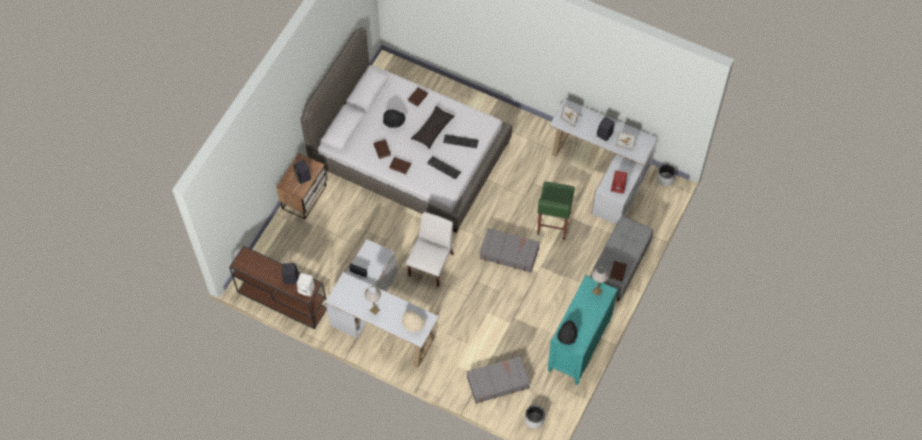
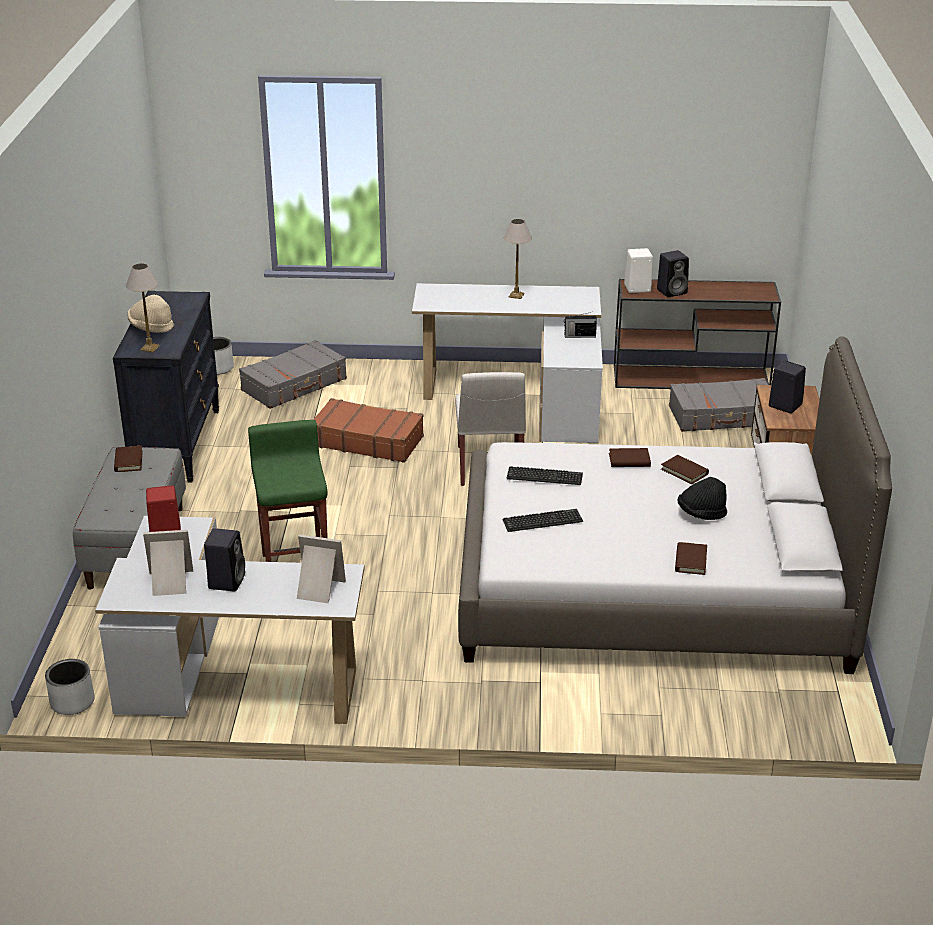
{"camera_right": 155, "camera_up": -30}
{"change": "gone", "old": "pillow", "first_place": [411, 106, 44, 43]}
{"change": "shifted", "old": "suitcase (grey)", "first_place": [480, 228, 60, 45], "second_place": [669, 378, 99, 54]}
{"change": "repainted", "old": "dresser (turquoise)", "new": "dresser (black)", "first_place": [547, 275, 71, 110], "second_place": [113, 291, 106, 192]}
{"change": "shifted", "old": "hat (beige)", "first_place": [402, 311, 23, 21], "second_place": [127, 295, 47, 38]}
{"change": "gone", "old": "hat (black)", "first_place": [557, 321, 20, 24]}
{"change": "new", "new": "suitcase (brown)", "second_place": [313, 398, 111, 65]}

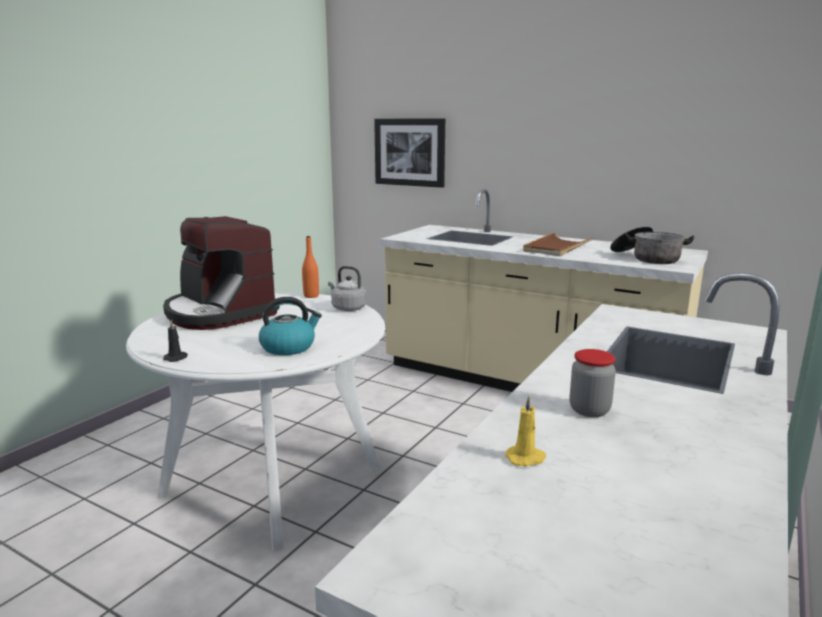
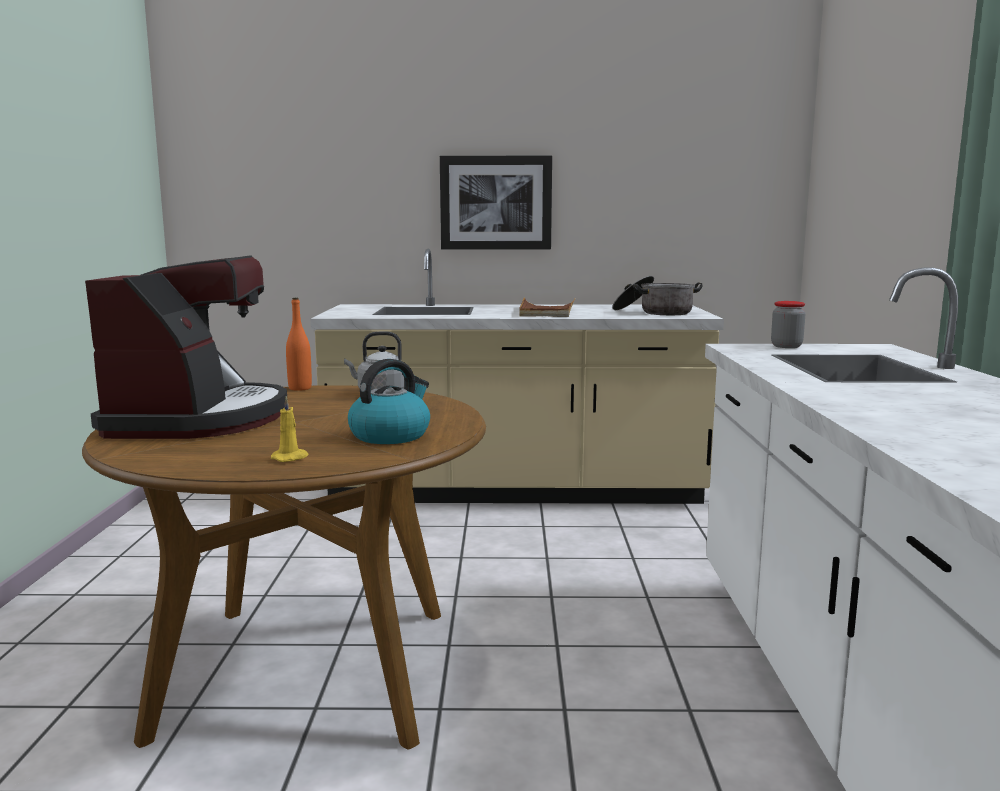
{"camera_right": -30, "camera_up": -5}
{"change": "shifted", "old": "picture", "first_place": [374, 118, 71, 70], "second_place": [440, 156, 112, 93]}
{"change": "rotated", "old": "coffee machine", "first_place": [163, 216, 117, 114], "second_place": [85, 255, 202, 184], "degrees": -105}
{"change": "repainted", "old": "dining table (white)", "new": "dining table (brown)", "first_place": [126, 292, 259, 259], "second_place": [82, 385, 404, 365]}
{"change": "gone", "old": "candle (black)", "first_place": [163, 320, 25, 42]}
{"change": "shifted", "old": "jar", "first_place": [570, 349, 46, 68], "second_place": [771, 301, 35, 47]}
{"change": "shifted", "old": "candle (yellow)", "first_place": [505, 396, 41, 71], "second_place": [271, 396, 38, 66]}

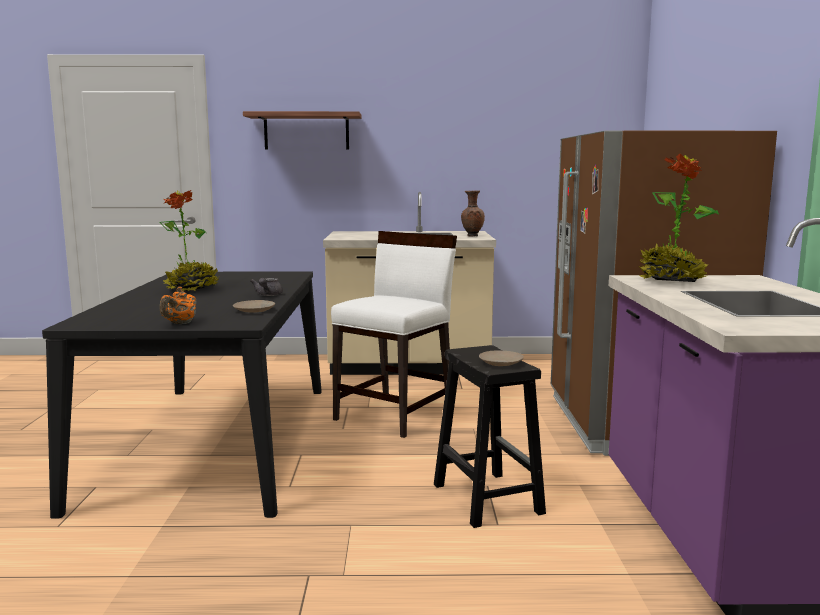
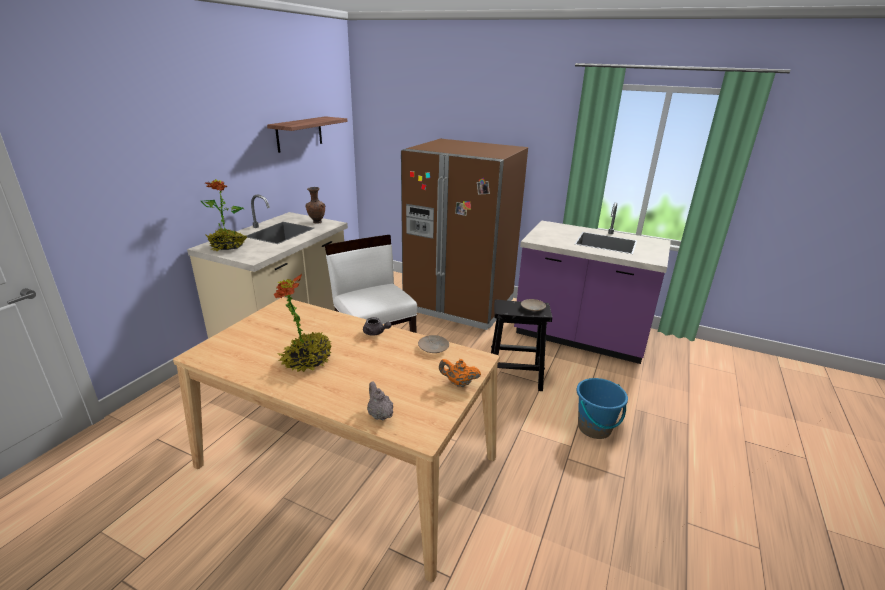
{"camera_right": -65, "camera_up": 15}
{"change": "shifted", "old": "shelf", "first_place": [243, 111, 119, 38], "second_place": [267, 116, 80, 37]}
{"change": "shifted", "old": "potted plant", "first_place": [639, 154, 80, 128], "second_place": [200, 179, 47, 73]}
{"change": "repainted", "old": "dining table (black)", "new": "dining table (beige)", "first_place": [42, 272, 280, 247], "second_place": [173, 297, 327, 285]}
{"change": "rotated", "old": "teapot (orange)", "first_place": [160, 287, 37, 37], "second_place": [439, 359, 42, 28], "degrees": 150}
{"change": "new", "new": "bucket (blue)", "second_place": [577, 378, 51, 61]}
{"change": "new", "new": "teapot (grey)", "second_place": [367, 381, 26, 39]}

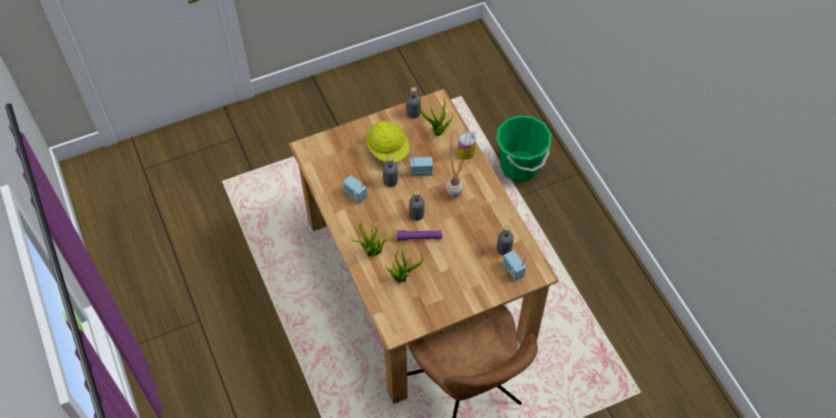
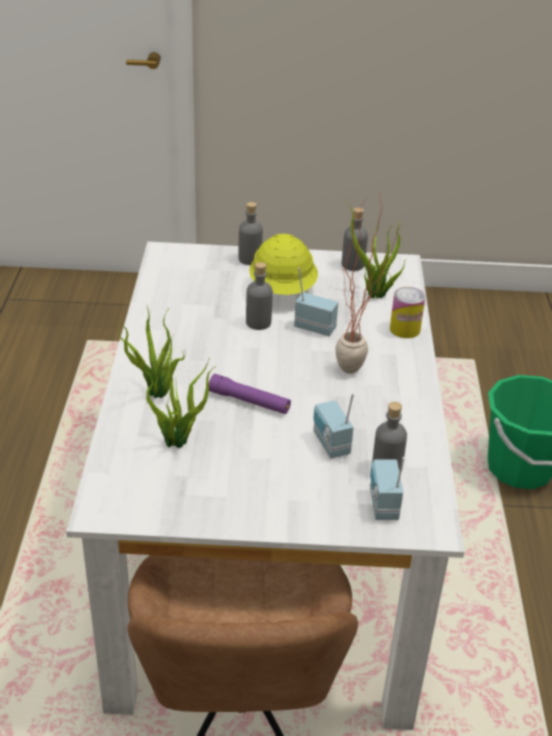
{"camera_right": 25, "camera_up": -20}
{"change": "repainted", "old": "dining table (brown)", "new": "dining table (white)", "first_place": [289, 89, 270, 315], "second_place": [66, 242, 398, 488]}
{"change": "shifted", "old": "radio", "first_place": [343, 175, 24, 28], "second_place": [313, 393, 41, 65]}
{"change": "shifted", "old": "bottle (grey)", "first_place": [409, 190, 15, 31], "second_place": [239, 202, 24, 63]}

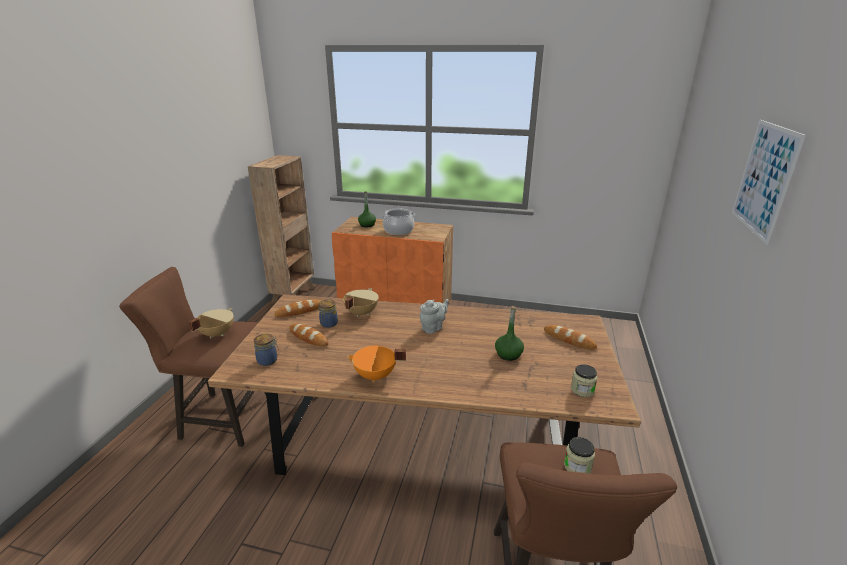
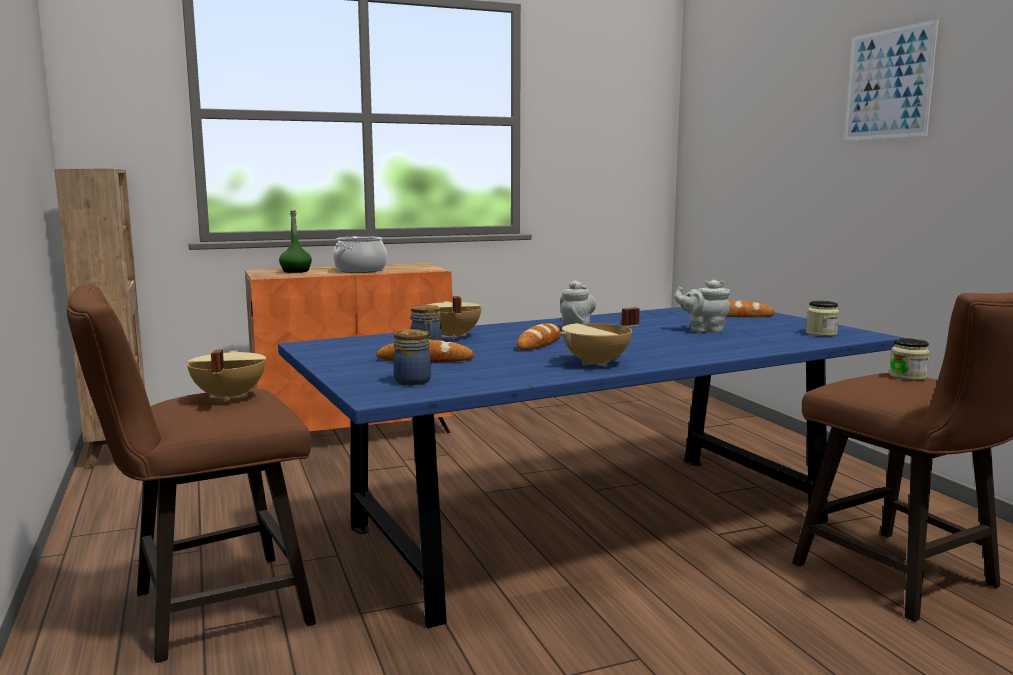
{"camera_right": -35, "camera_up": -15}
{"change": "repainted", "old": "dining table (brown)", "new": "dining table (blue)", "first_place": [208, 295, 433, 180], "second_place": [278, 307, 625, 322]}
{"change": "shifted", "old": "bread", "first_place": [274, 299, 47, 18], "second_place": [517, 323, 44, 27]}
{"change": "swapped", "old": "bottle (green)", "new": "teapot (grey)", "first_place": [495, 306, 29, 55], "second_place": [674, 280, 57, 53]}
{"change": "repainted", "old": "cooking pot (orange)", "new": "cooking pot (beige)", "first_place": [347, 345, 59, 37], "second_place": [560, 307, 80, 60]}

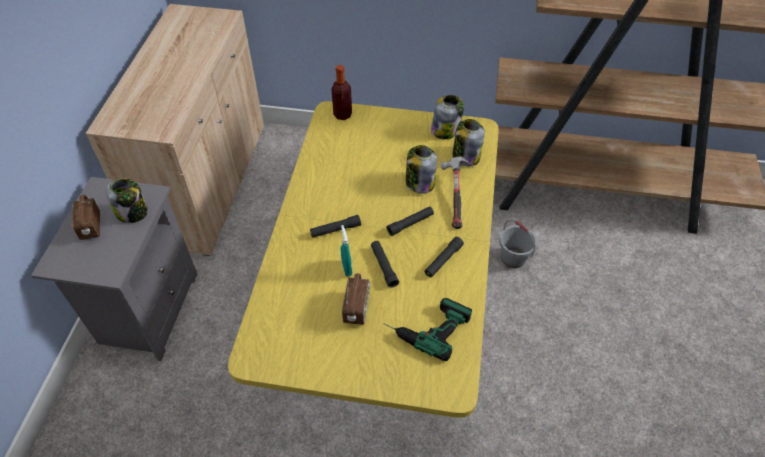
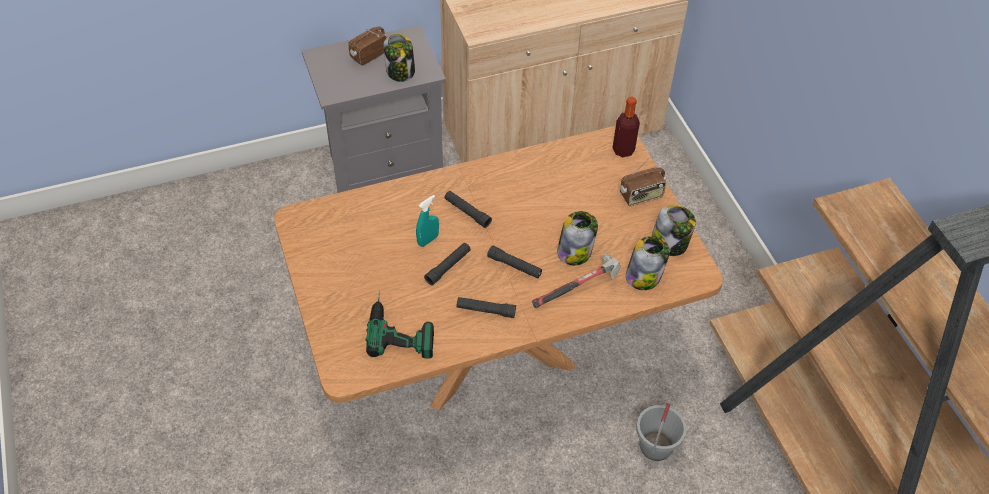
{"camera_right": 60, "camera_up": 0}
{"change": "repainted", "old": "dining table (yellow)", "new": "dining table (brown)", "first_place": [228, 101, 271, 317], "second_place": [274, 126, 449, 284]}
{"change": "shifted", "old": "radio", "first_place": [342, 273, 28, 52], "second_place": [620, 157, 46, 49]}

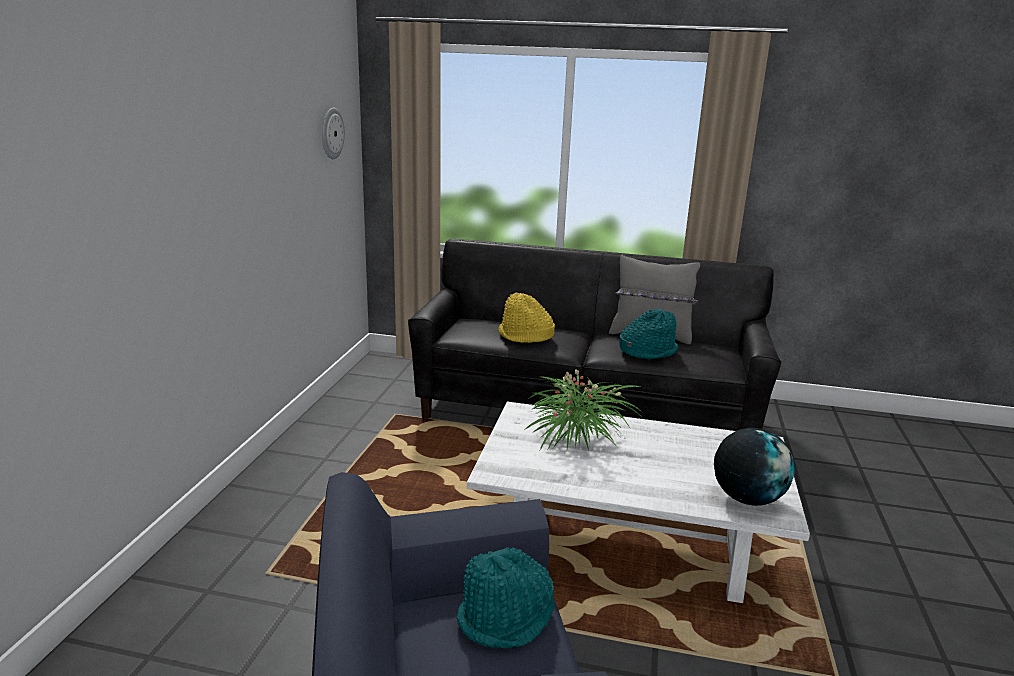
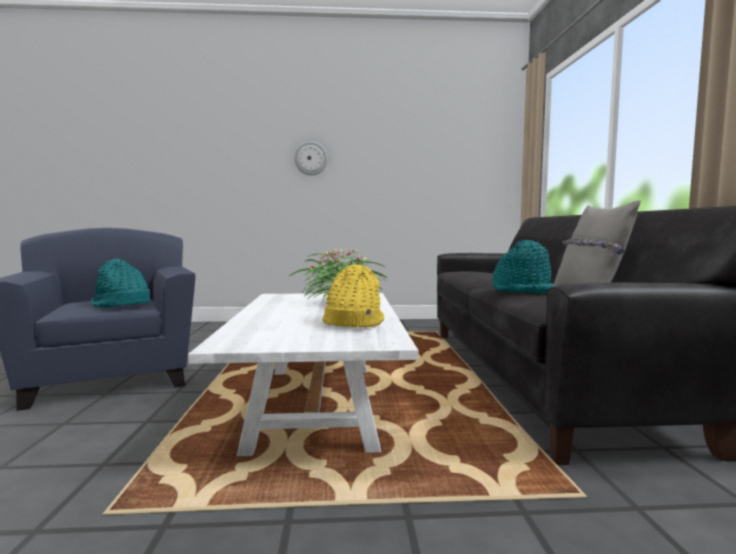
{"camera_right": 75, "camera_up": -15}
{"change": "shifted", "old": "wall clock", "first_place": [322, 108, 23, 51], "second_place": [294, 141, 34, 34]}
{"change": "shifted", "old": "hat (yellow)", "first_place": [498, 293, 57, 50], "second_place": [322, 264, 62, 63]}
{"change": "gone", "old": "globe", "first_place": [714, 428, 81, 78]}

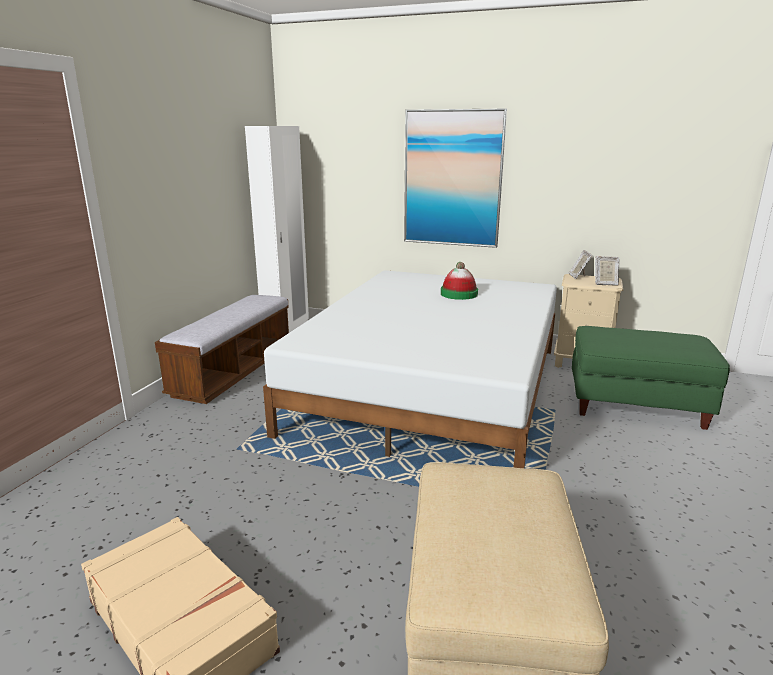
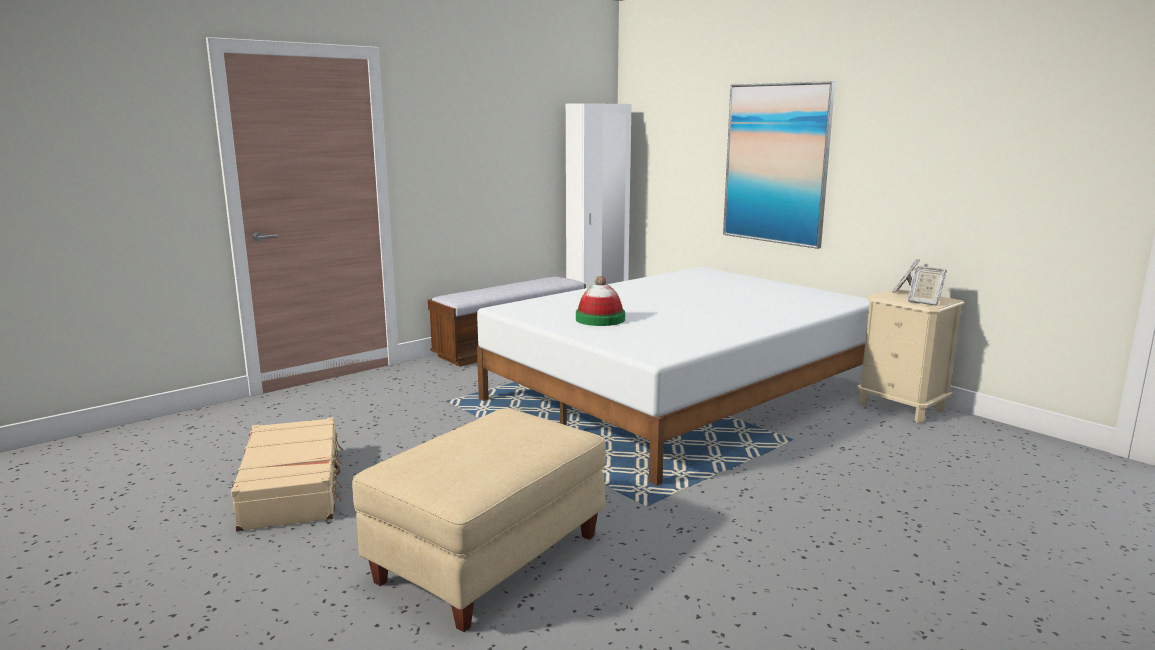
{"camera_right": 30, "camera_up": -5}
{"change": "shifted", "old": "hat", "first_place": [441, 262, 37, 38], "second_place": [576, 276, 49, 50]}
{"change": "gone", "old": "ottoman (green)", "first_place": [572, 326, 158, 104]}

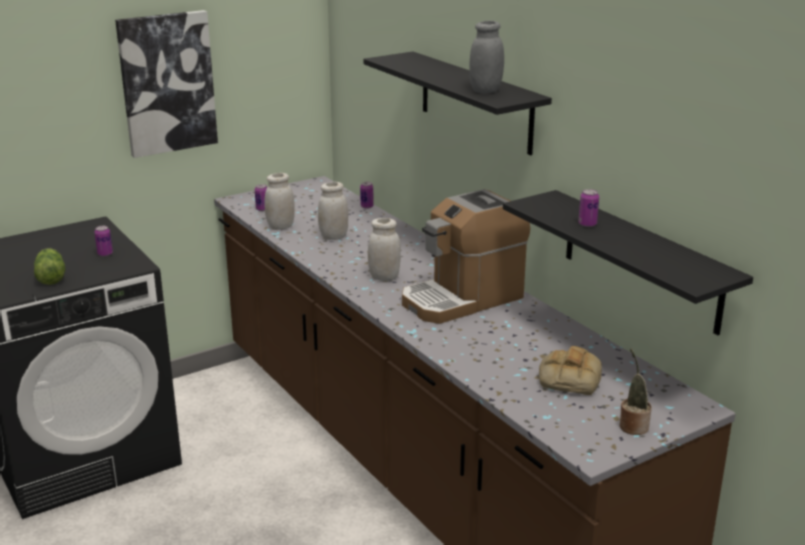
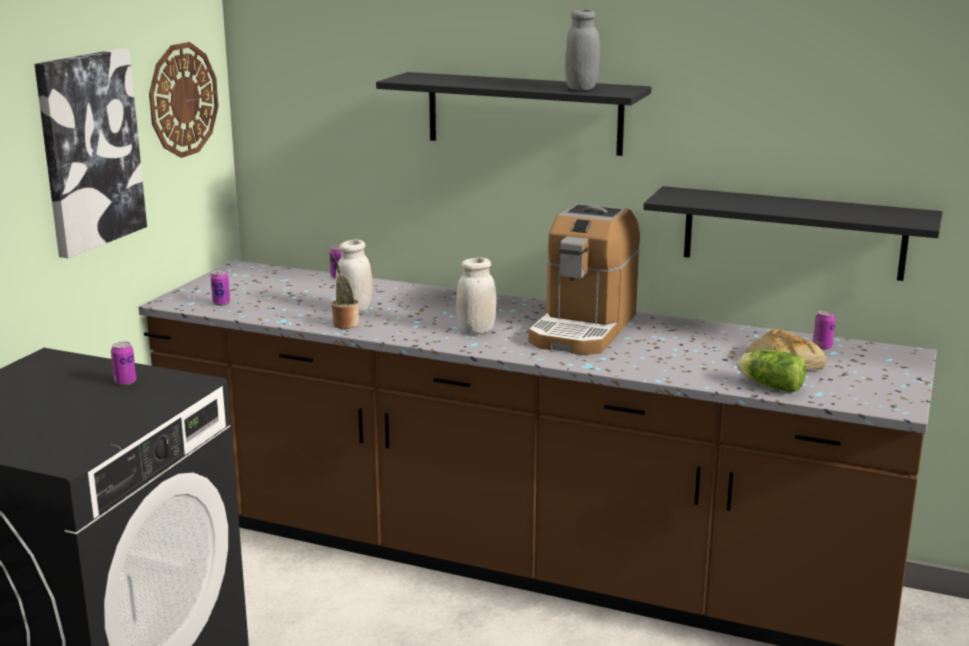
{"camera_right": -35, "camera_up": -5}
{"change": "gone", "old": "jar (white)", "first_place": [265, 173, 30, 57]}
{"change": "shifted", "old": "can", "first_place": [578, 189, 21, 38], "second_place": [813, 310, 23, 40]}
{"change": "shifted", "old": "lettuce", "first_place": [34, 248, 32, 37], "second_place": [737, 350, 69, 43]}
{"change": "shifted", "old": "potted plant", "first_place": [620, 348, 32, 87], "second_place": [329, 252, 30, 77]}
{"change": "new", "new": "wall clock", "second_place": [149, 42, 70, 116]}

